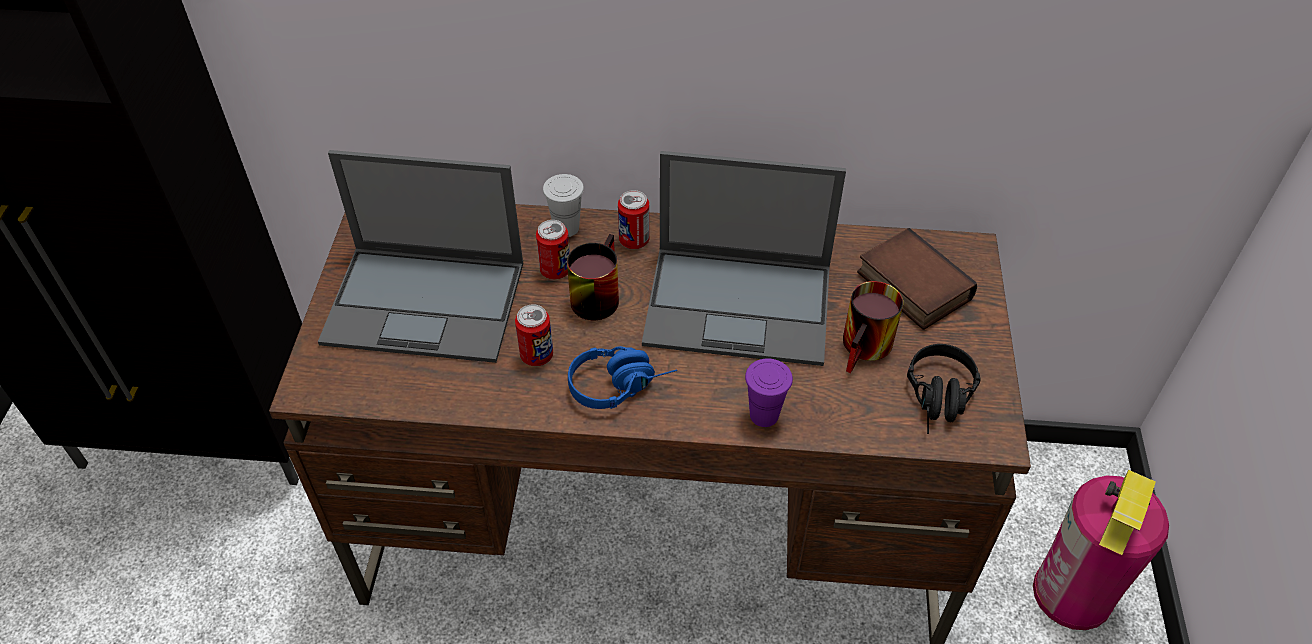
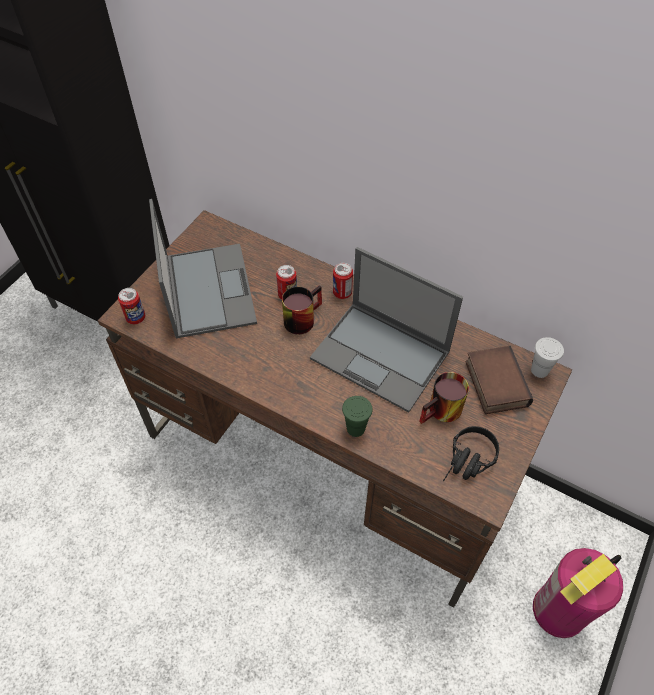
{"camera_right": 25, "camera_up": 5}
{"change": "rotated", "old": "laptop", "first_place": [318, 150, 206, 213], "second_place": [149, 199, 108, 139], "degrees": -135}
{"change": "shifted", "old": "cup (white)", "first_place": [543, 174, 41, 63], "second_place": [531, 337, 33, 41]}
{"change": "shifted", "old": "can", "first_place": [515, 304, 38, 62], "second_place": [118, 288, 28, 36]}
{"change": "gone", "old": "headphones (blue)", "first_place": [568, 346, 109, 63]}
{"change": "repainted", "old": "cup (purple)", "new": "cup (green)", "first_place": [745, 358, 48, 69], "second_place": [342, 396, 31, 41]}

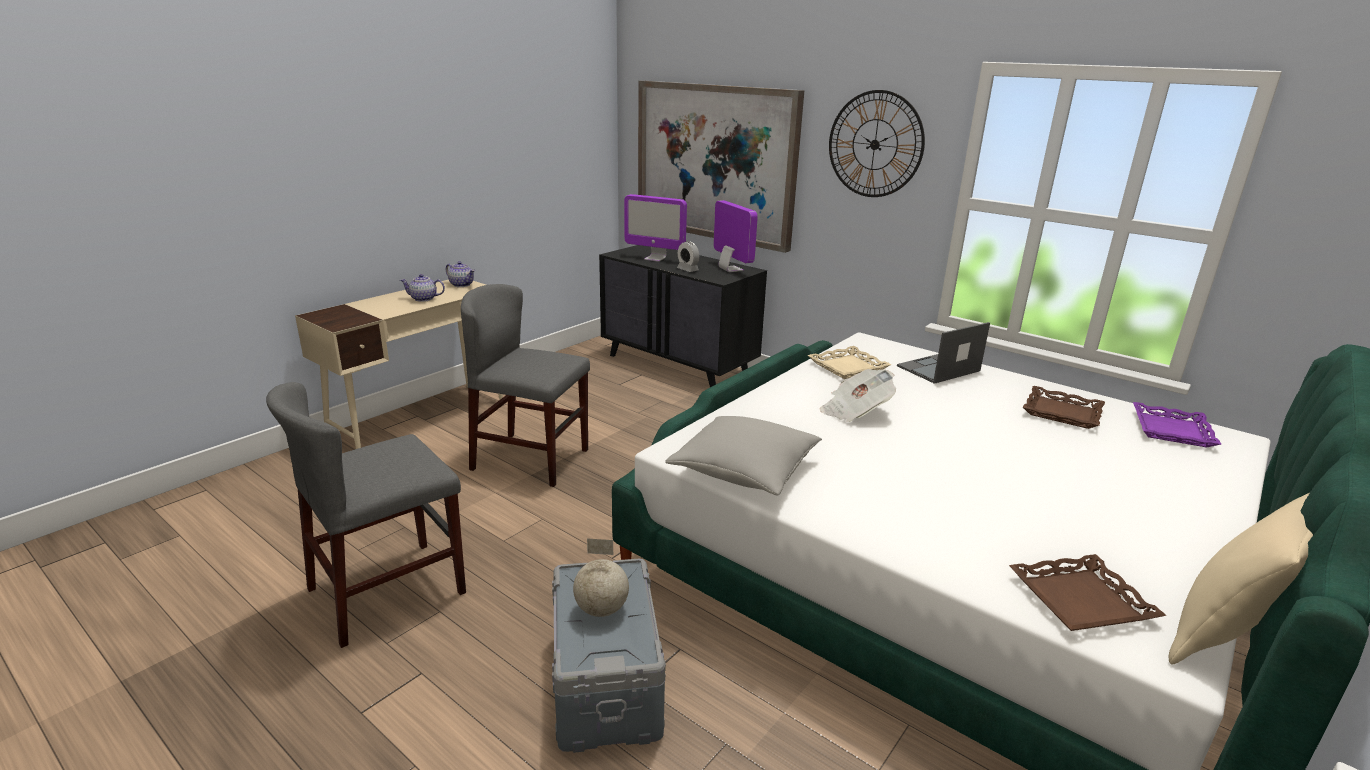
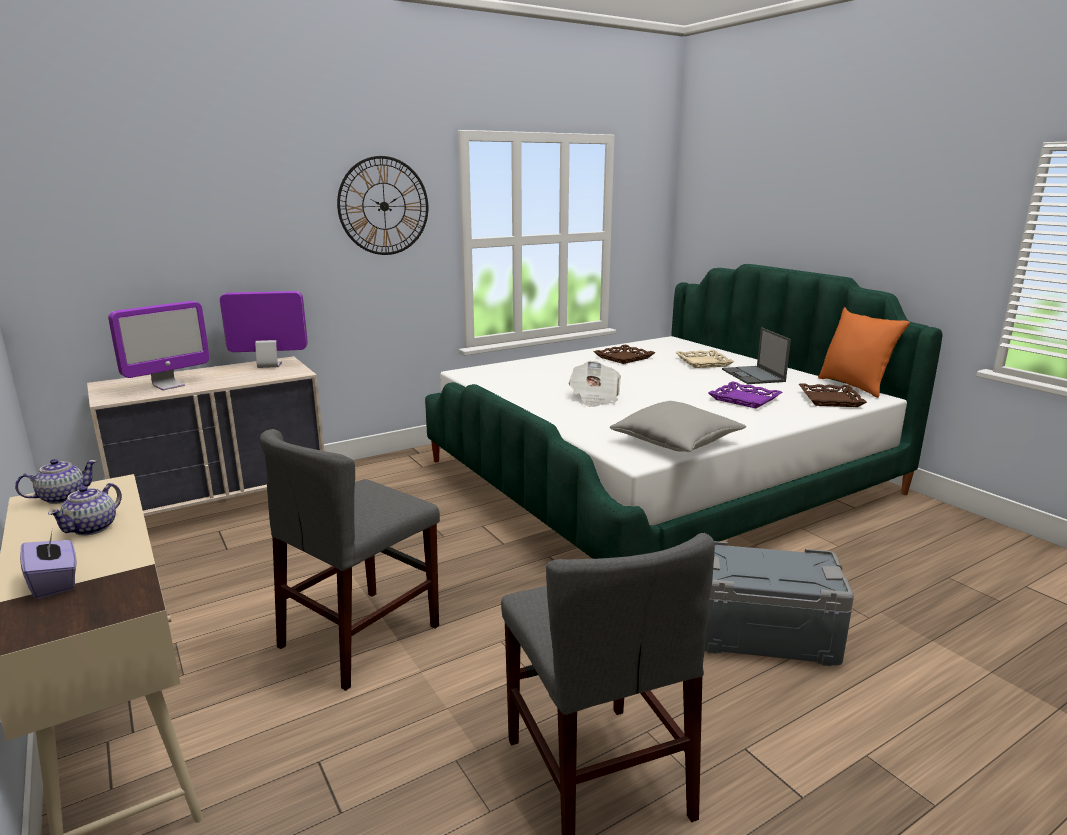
{"camera_right": -70, "camera_up": -5}
{"change": "gone", "old": "picture", "first_place": [638, 81, 166, 172]}
{"change": "gone", "old": "alarm clock", "first_place": [677, 241, 22, 31]}
{"change": "repainted", "old": "dresser (black)", "new": "dresser (beige)", "first_place": [599, 245, 168, 142], "second_place": [87, 356, 238, 160]}
{"change": "shifted", "old": "laptop", "first_place": [897, 322, 93, 62], "second_place": [722, 328, 69, 56]}
{"change": "shifted", "old": "tray (beige)", "first_place": [808, 346, 83, 33], "second_place": [676, 350, 58, 18]}
{"change": "shifted", "old": "tray (purple)", "first_place": [1133, 402, 88, 46], "second_place": [708, 381, 74, 27]}
{"change": "repainted", "old": "pillow (beige)", "new": "pillow (orange)", "first_place": [1169, 493, 144, 172], "second_place": [818, 307, 92, 91]}
{"change": "gone", "old": "globe", "first_place": [573, 539, 56, 78]}
{"change": "new", "new": "tissue box (purple)", "second_place": [20, 529, 57, 70]}

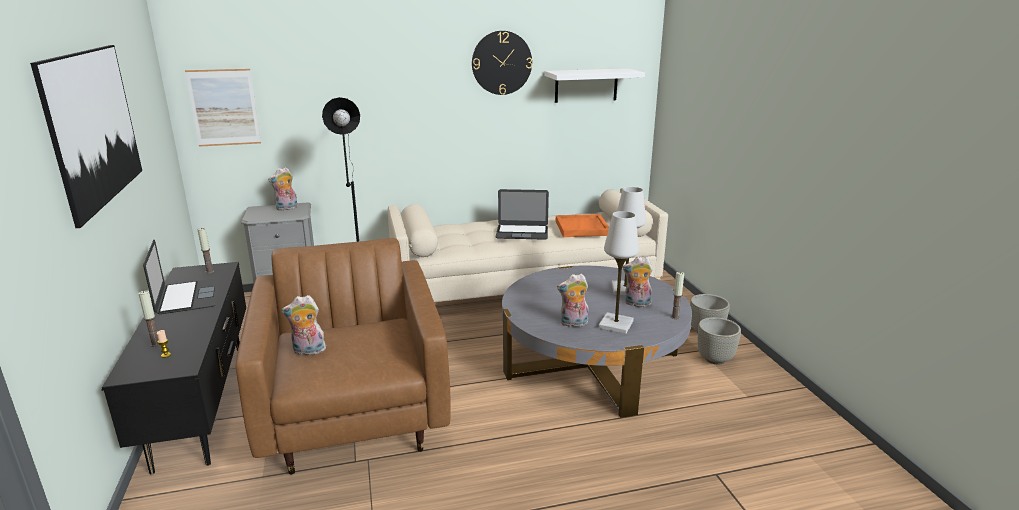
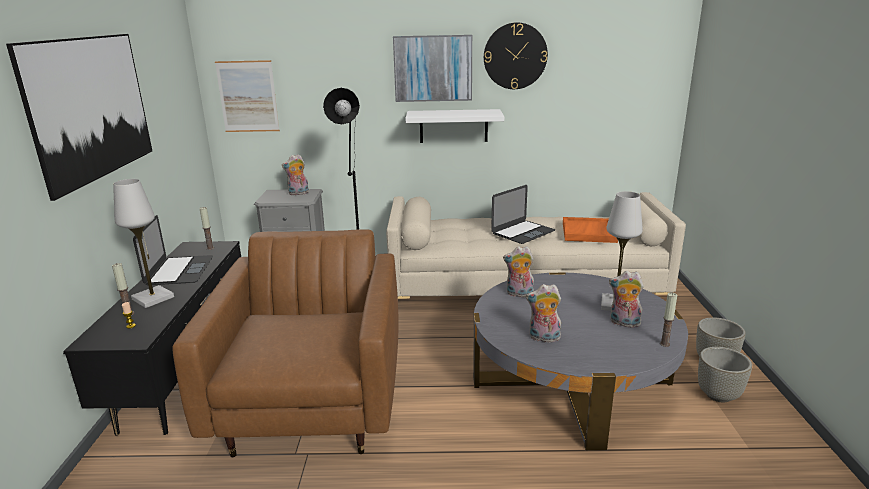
{"camera_right": 15, "camera_up": 0}
{"change": "shifted", "old": "shelf (white)", "first_place": [544, 68, 101, 35], "second_place": [405, 109, 99, 34]}
{"change": "rotated", "old": "laptop", "first_place": [496, 189, 53, 51], "second_place": [491, 185, 64, 59], "degrees": -60}
{"change": "shifted", "old": "table lamp (white)", "first_place": [599, 211, 40, 123], "second_place": [113, 179, 61, 129]}
{"change": "shifted", "old": "plush toy", "first_place": [281, 295, 45, 62], "second_place": [503, 246, 31, 51]}
{"change": "new", "new": "picture", "second_place": [393, 35, 79, 67]}

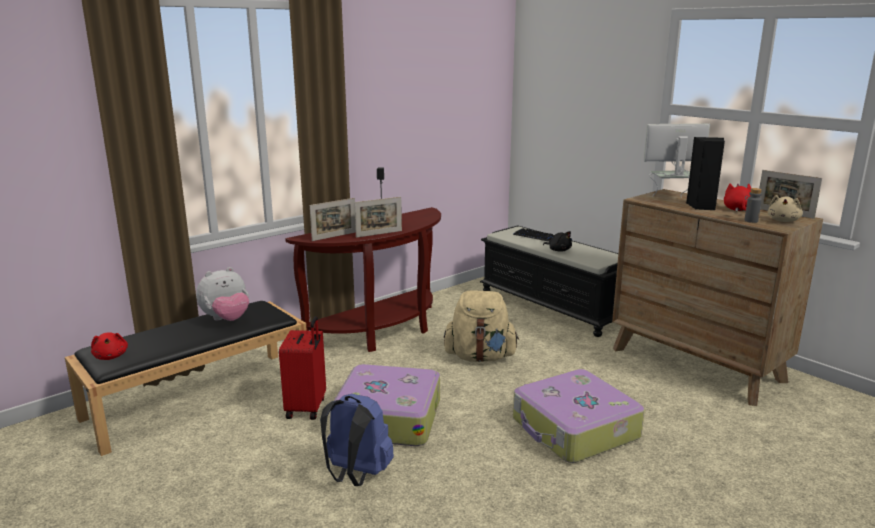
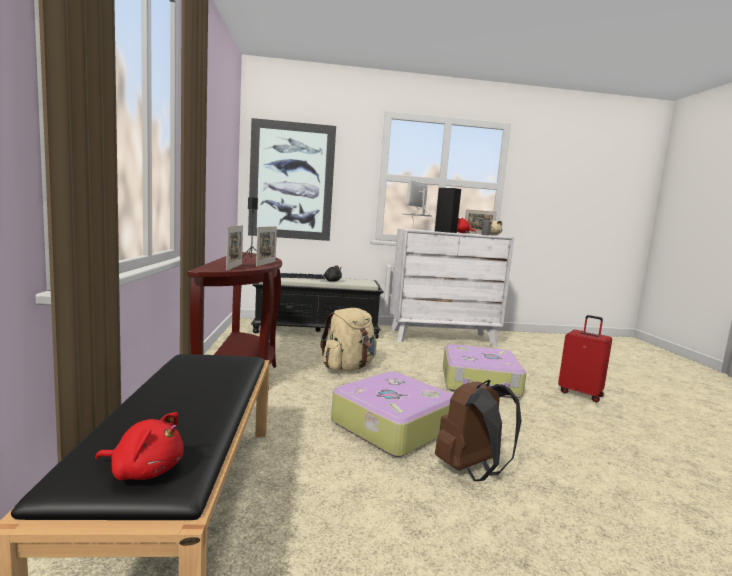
{"camera_right": -55, "camera_up": -10}
{"change": "repainted", "old": "dresser (brown)", "new": "dresser (white)", "first_place": [612, 189, 211, 217], "second_place": [391, 228, 123, 119]}
{"change": "gone", "old": "plush toy", "first_place": [196, 267, 53, 54]}
{"change": "shifted", "old": "suitcase (red)", "first_place": [279, 316, 47, 104], "second_place": [558, 315, 54, 87]}
{"change": "repainted", "old": "backpack (blue)", "new": "backpack (brown)", "first_place": [320, 394, 74, 92], "second_place": [435, 380, 87, 101]}
{"change": "new", "new": "picture", "second_place": [248, 118, 88, 123]}

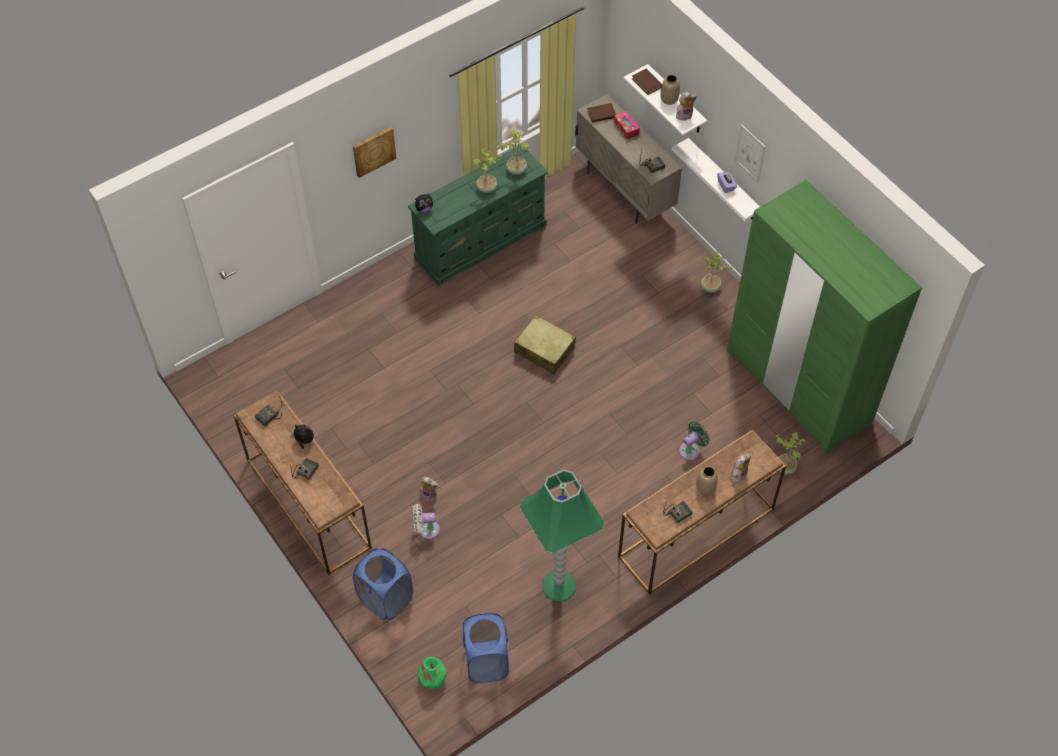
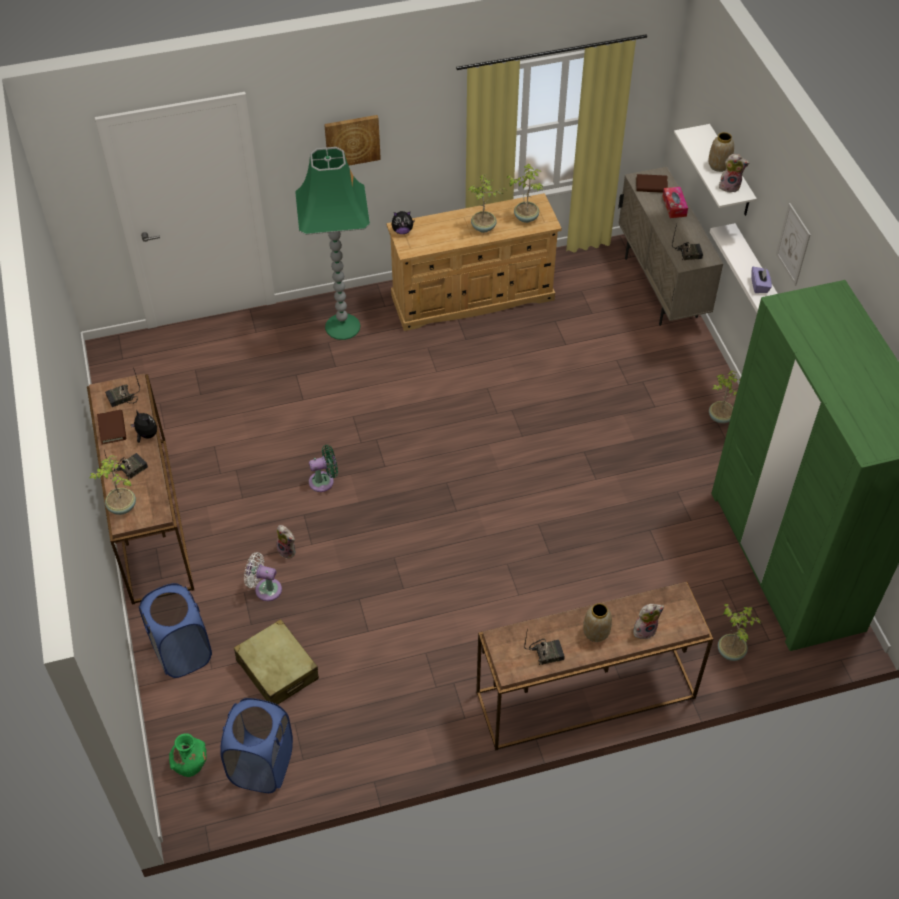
{"camera_right": 20, "camera_up": -5}
{"change": "shifted", "old": "book (brown)", "first_place": [632, 69, 30, 26], "second_place": [97, 410, 29, 35]}
{"change": "repainted", "old": "dresser (green)", "new": "dresser (beige)", "first_place": [408, 147, 140, 139], "second_place": [387, 193, 175, 138]}
{"change": "shifted", "old": "suitcase (beige)", "first_place": [514, 315, 62, 59], "second_place": [234, 619, 85, 86]}
{"change": "shifted", "old": "fan (green)", "first_place": [679, 421, 30, 40], "second_place": [309, 445, 29, 47]}
{"change": "shifted", "old": "floor lamp (green)", "first_place": [520, 470, 85, 132], "second_place": [295, 147, 75, 193]}
{"change": "new", "new": "potted plant", "second_place": [90, 455, 46, 60]}

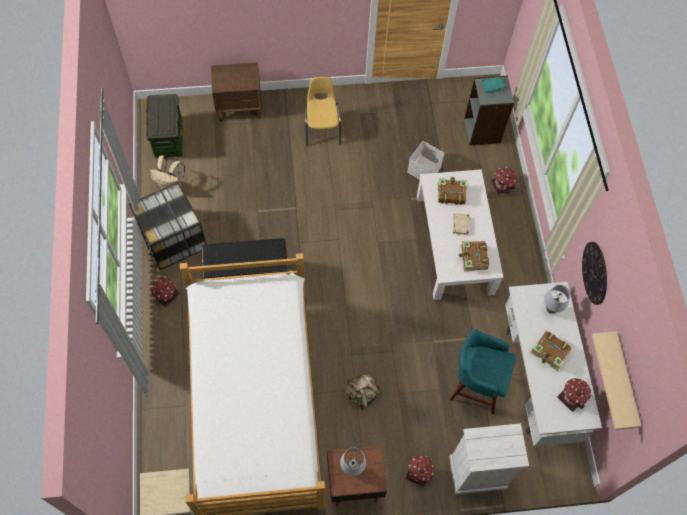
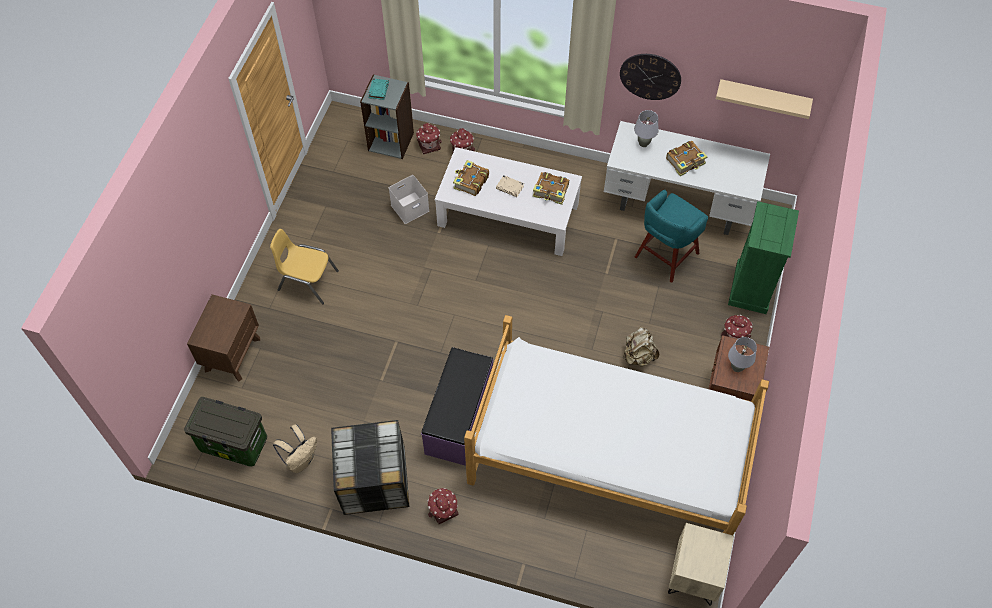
{"camera_right": -65, "camera_up": -5}
{"change": "shifted", "old": "toy house", "first_place": [557, 378, 34, 34], "second_place": [416, 123, 26, 31]}
{"change": "repainted", "old": "dresser (white)", "new": "dresser (green)", "first_place": [449, 423, 80, 72], "second_place": [728, 201, 71, 113]}

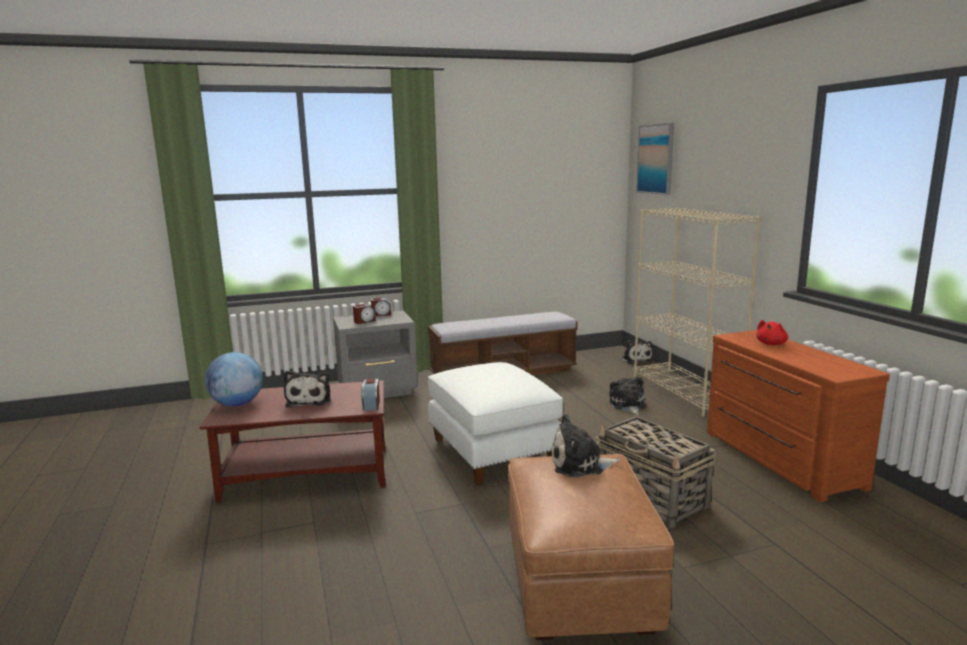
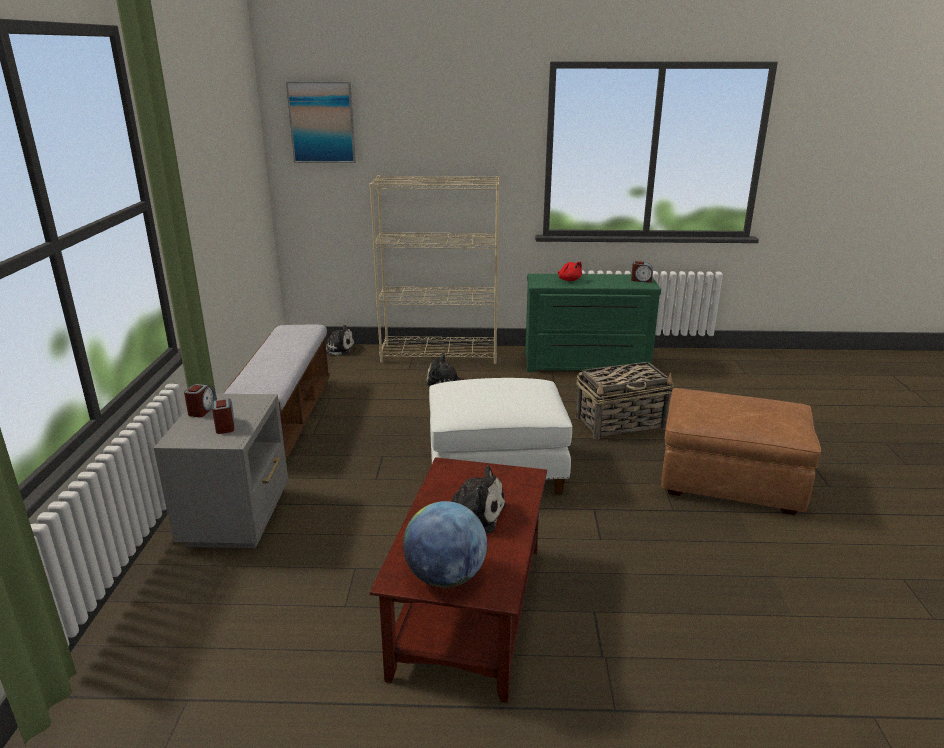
{"camera_right": -70, "camera_up": 10}
{"change": "repainted", "old": "dresser (brown)", "new": "dresser (green)", "first_place": [707, 330, 183, 172], "second_place": [525, 274, 136, 98]}
{"change": "shifted", "old": "alarm clock", "first_place": [361, 378, 19, 33], "second_place": [631, 261, 22, 22]}
{"change": "gone", "old": "plush toy", "first_place": [551, 414, 69, 63]}

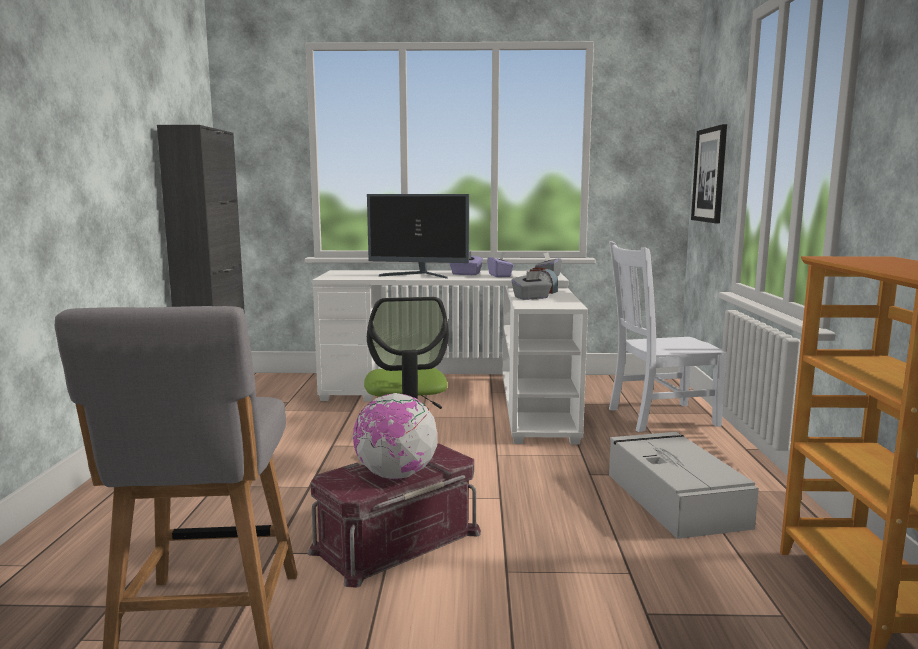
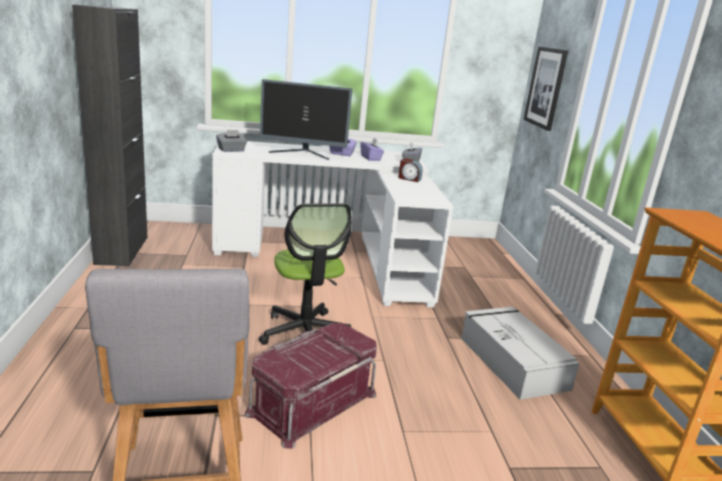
{"camera_right": -10, "camera_up": 10}
{"change": "gone", "old": "chair (white)", "first_place": [609, 241, 118, 191]}
{"change": "shifted", "old": "tissue box (grey)", "first_place": [512, 271, 40, 29], "second_place": [216, 130, 31, 22]}
{"change": "gone", "old": "globe", "first_place": [353, 393, 84, 86]}

